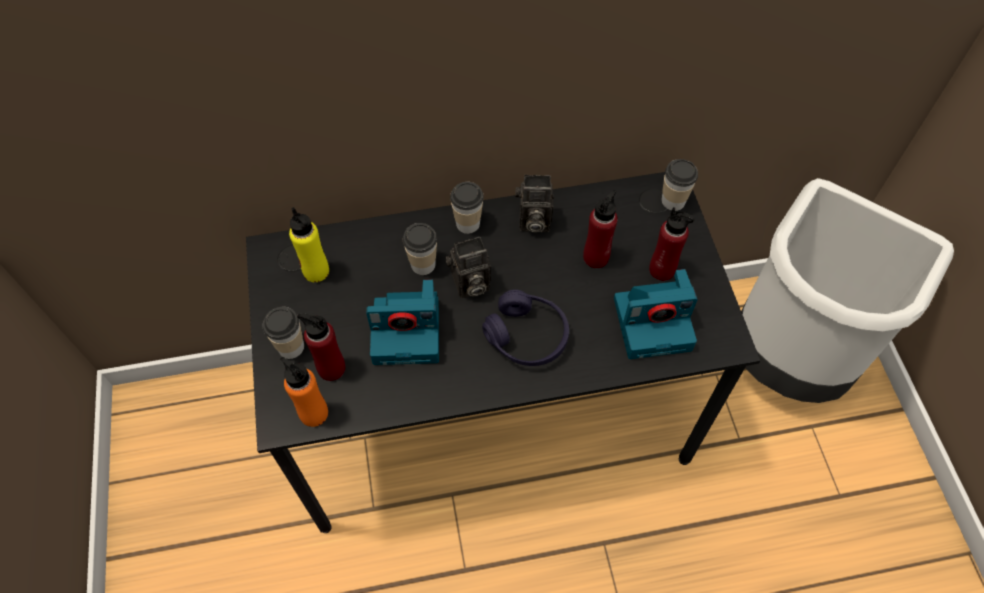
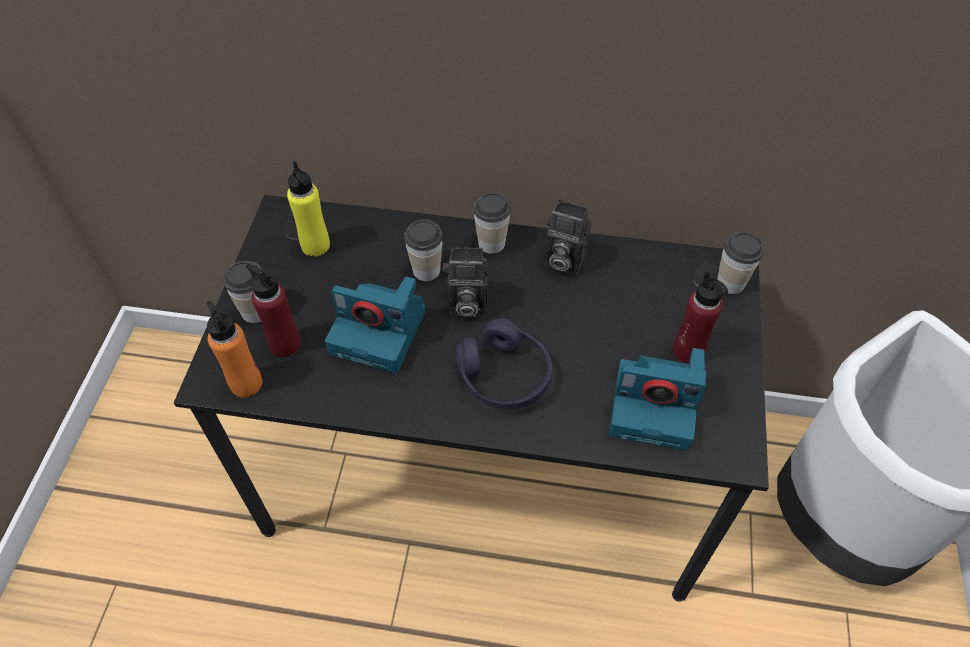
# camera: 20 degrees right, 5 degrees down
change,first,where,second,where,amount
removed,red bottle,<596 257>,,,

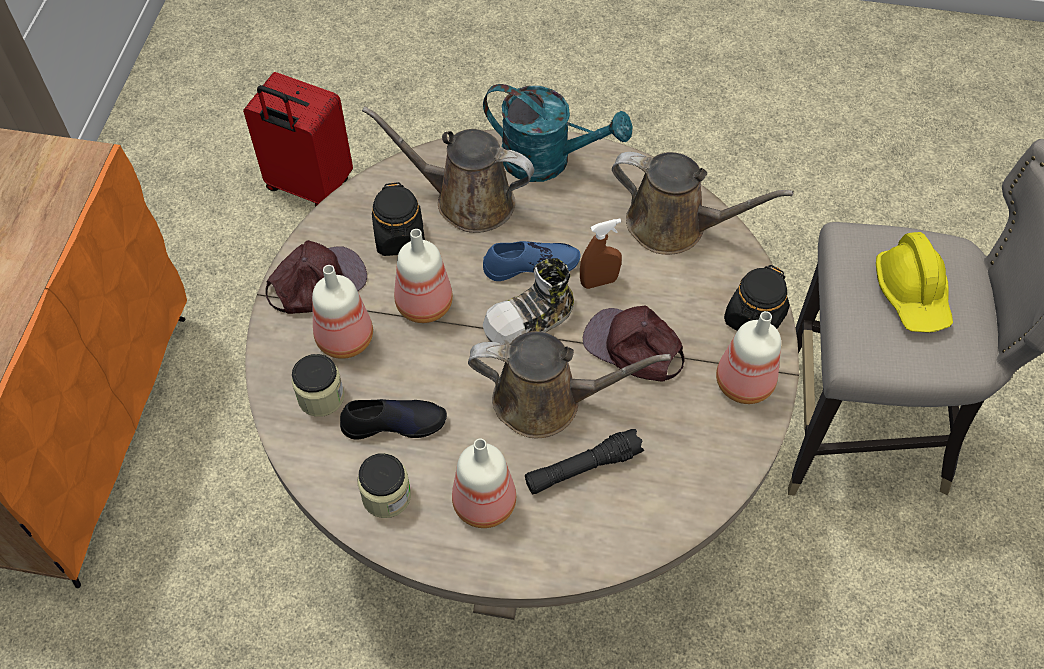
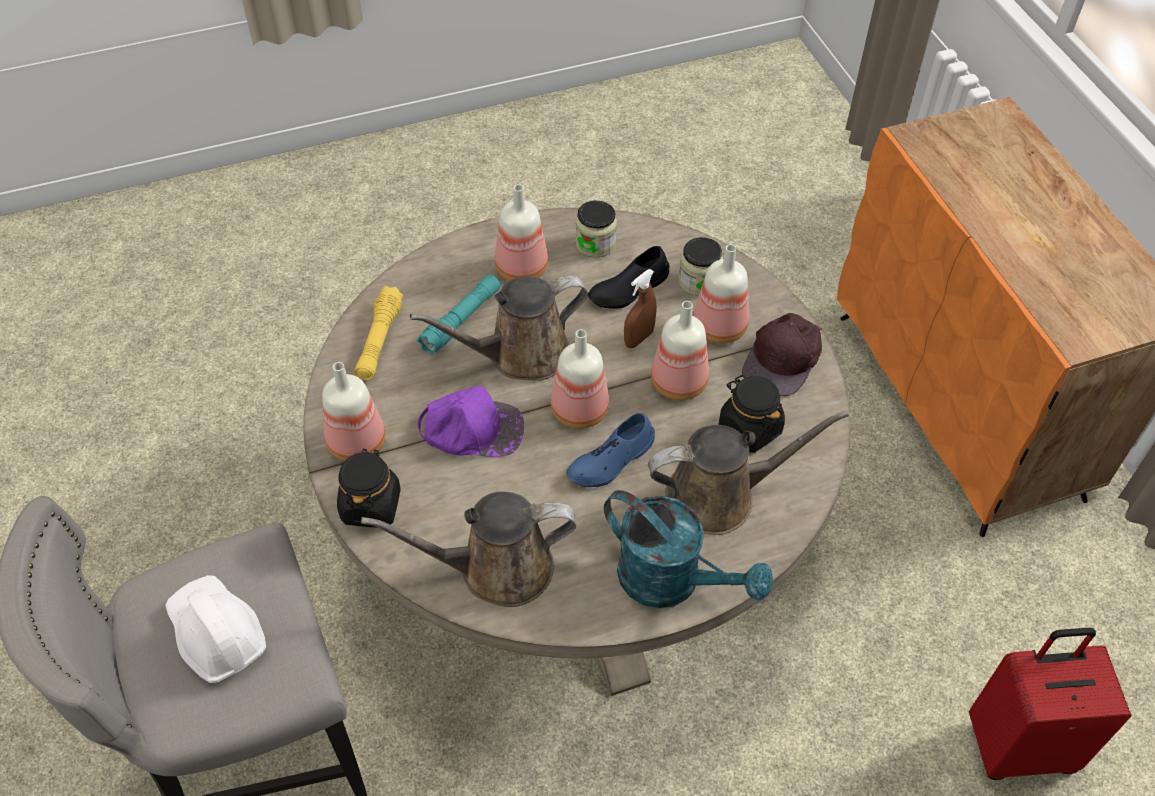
# camera: 150 degrees right, 5 degrees down
change,first,where,second,where,amount
replaced,shoe,<530 320>,bottle,<577 410>,
turned,turquoise watering can,<548 160>,,<672 581>,135 degrees counterclockwise
recoloured,black flashlight,<582 468>,turquoise flashlight,<461 320>,
moved,brown spray bottle,<599 281>,,<638 338>,
recoloured,brown cap,<633 347>,purple cap,<471 429>,
recoloured,yellow hard hat,<912 294>,white hard hat,<216 634>,
added,,,yellow flashlight,<379 341>,

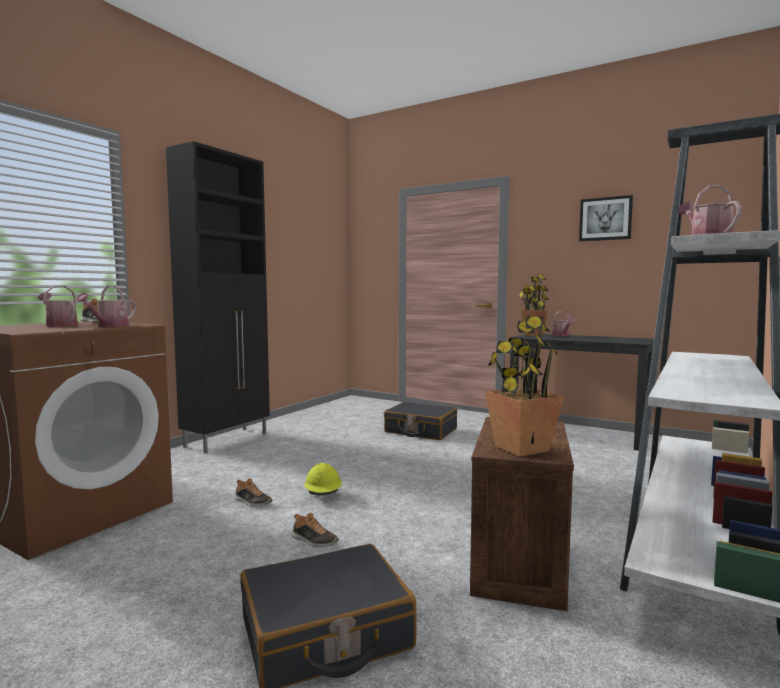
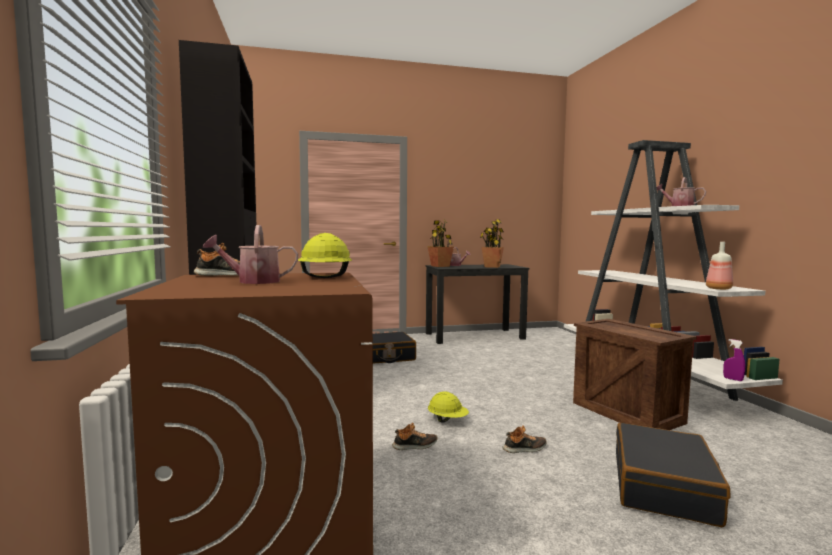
# camera: 45 degrees left, 0 degrees up
change,first,where,second,where,amount
replaced,watering can,<109 326>,yellow hard hat,<324 277>,
moved,potted plant,<521 448>,,<492 267>,
removed,picture,<605 219>,,,
added,,,bottle,<719 289>,
added,,,purple spray bottle,<733 379>,

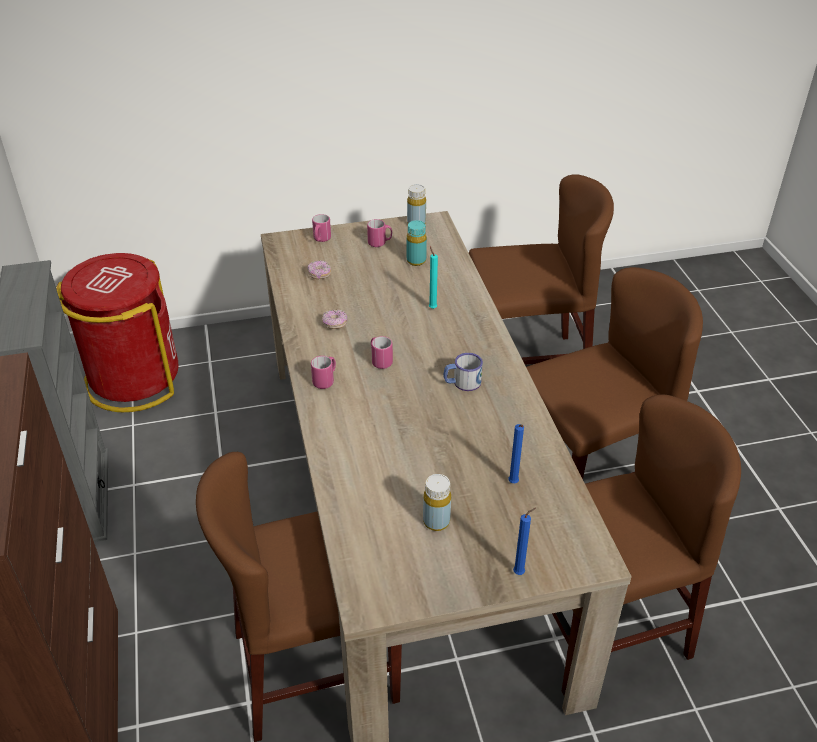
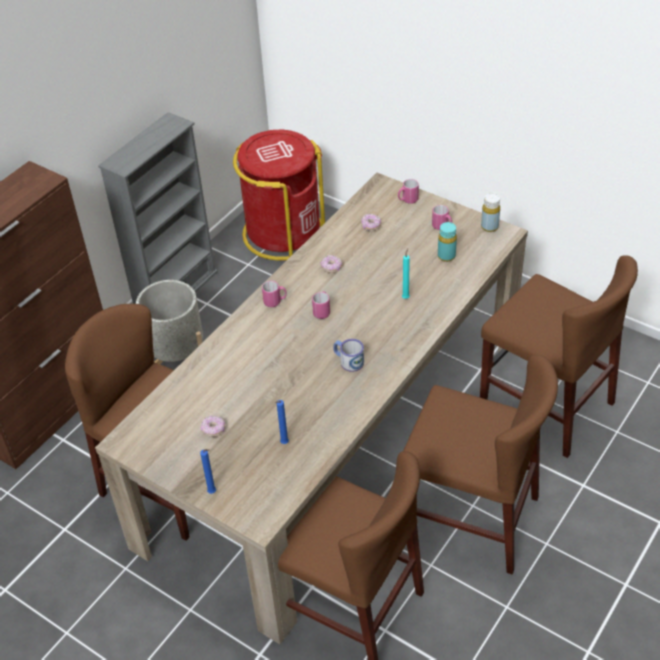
# camera: 50 degrees right, 5 degrees up
change,first,where,second,where,amount
replaced,yellow bottle,<436 522>,donut,<213 429>,
added,,,grey planter,<177 356>,

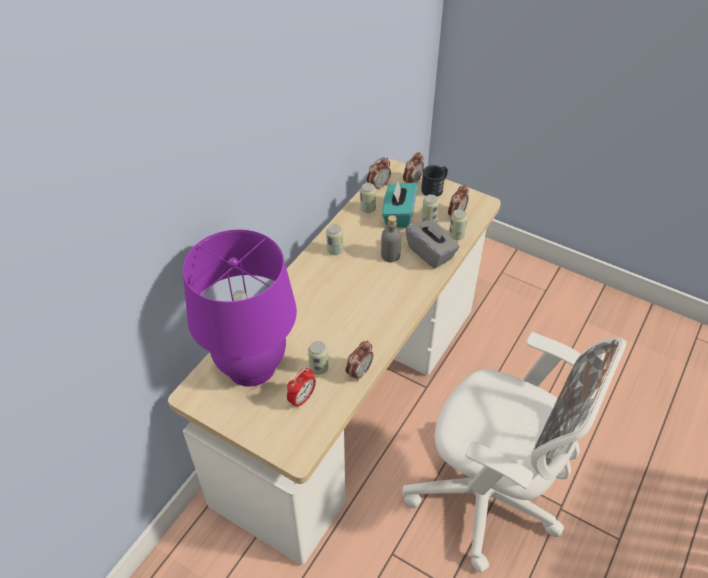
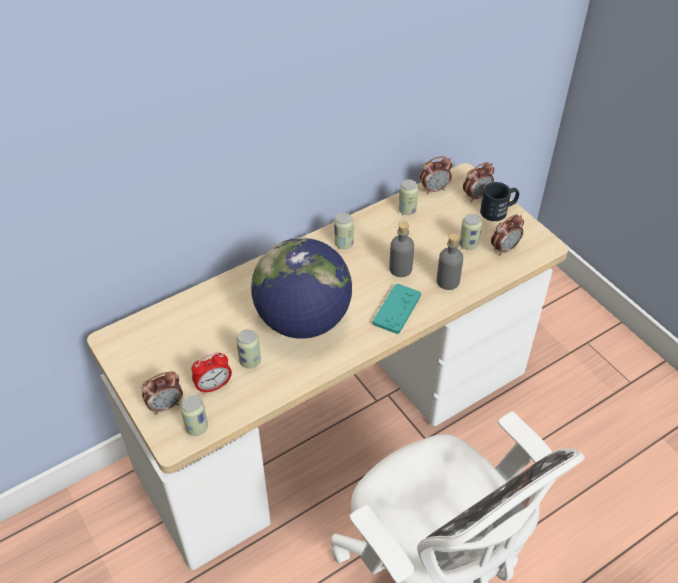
# camera: 25 degrees right, 0 degrees up
change,first,where,second,where,amount
removed,purple table lamp,<251 366>,,,
moved,alarm clock,<359 372>,,<166 405>,
removed,turquoise tissue box,<398 215>,,,
replaced,grey tissue box,<430 253>,grey bottle,<447 281>,
moved,can,<456 235>,,<197 427>,
added,,,globe,<303 320>,
added,,,turquoise game controller,<397 309>,

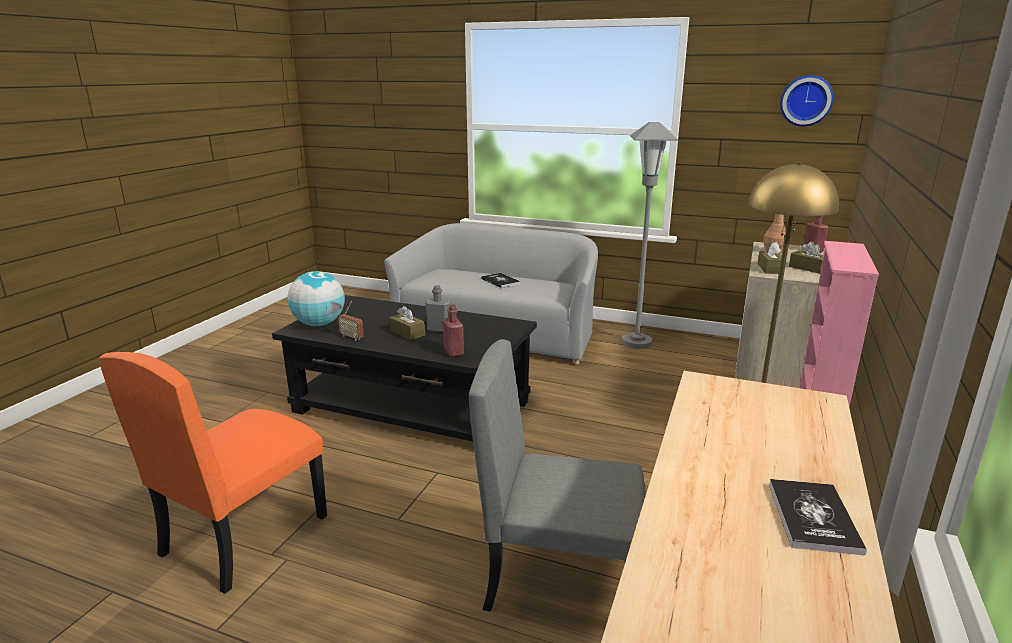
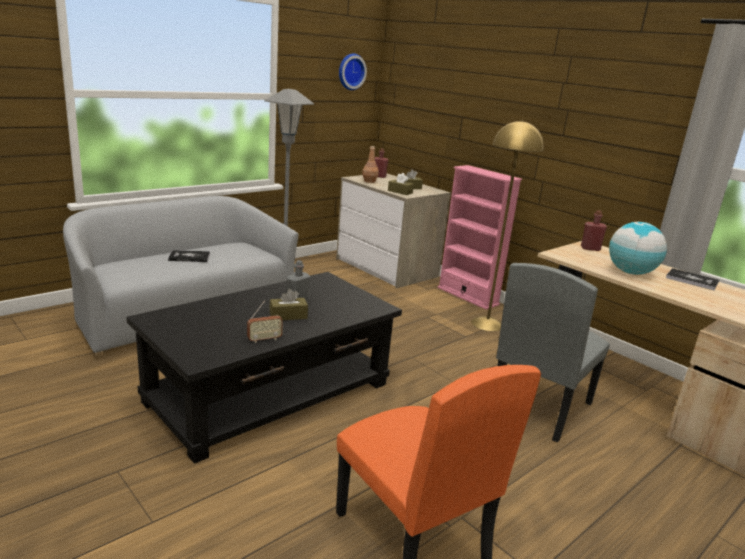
# camera: 65 degrees left, 0 degrees up
change,first,where,second,where,amount
moved,globe,<319 324>,,<630 272>,
moved,red bottle,<453 352>,,<590 248>,

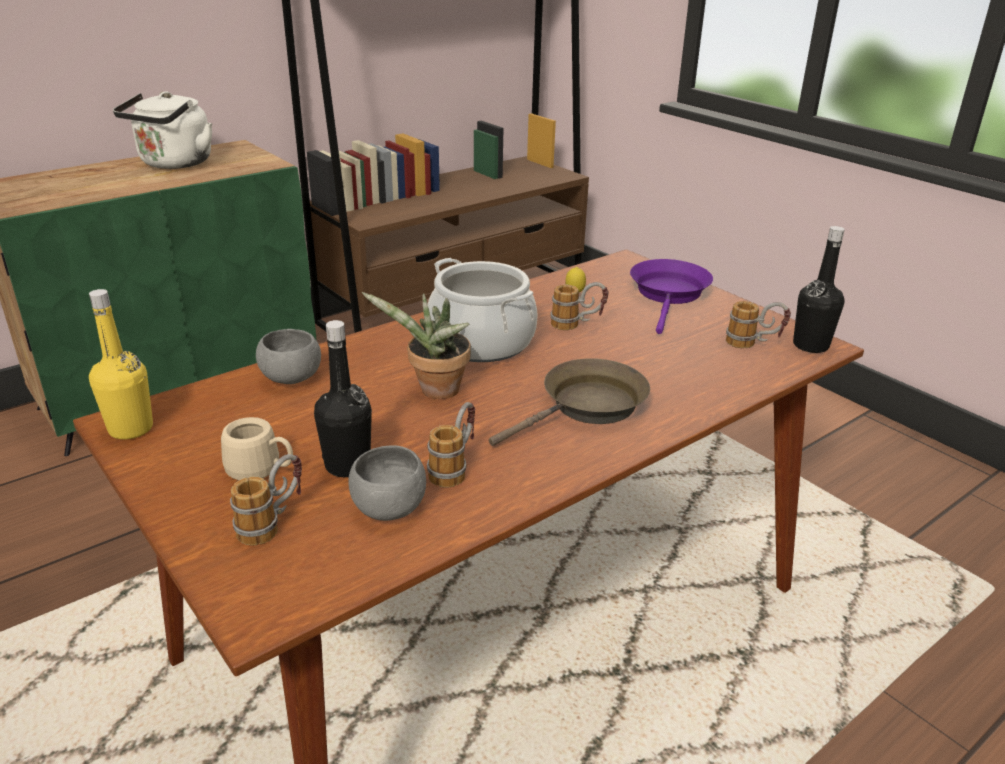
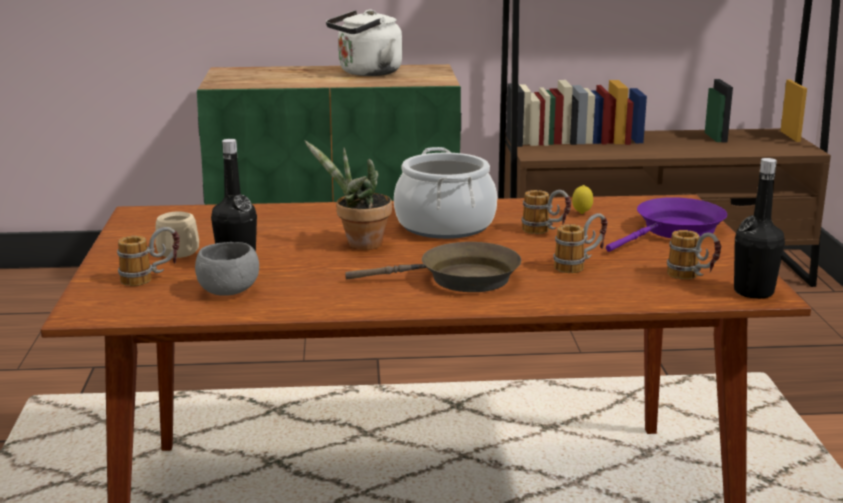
# camera: 35 degrees right, 10 degrees down
change,first,where,second,where,amount
removed,yellow bottle,<131 429>,,,
removed,grey bowl,<291 378>,,,
moved,mug,<455 467>,,<580 265>,

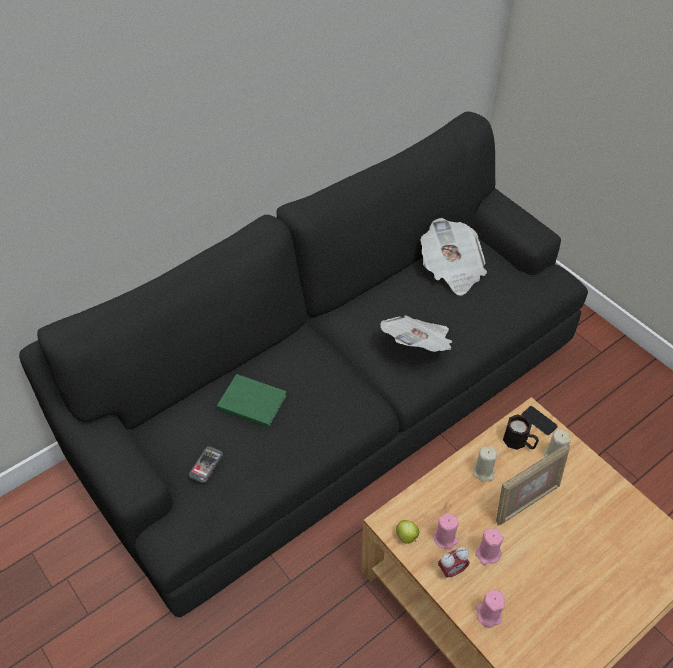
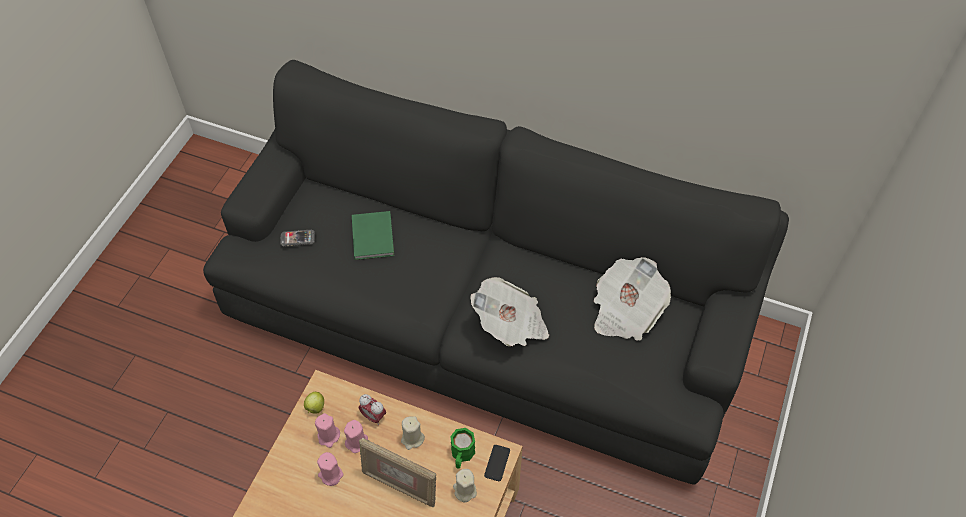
# camera: 60 degrees right, 5 degrees up
change,first,where,second,where,amount
moved,alarm clock,<451 570>,,<373 416>,
moved,pink candle,<488 614>,,<357 442>,
recoloured,black mug,<519 442>,green mug,<461 455>,

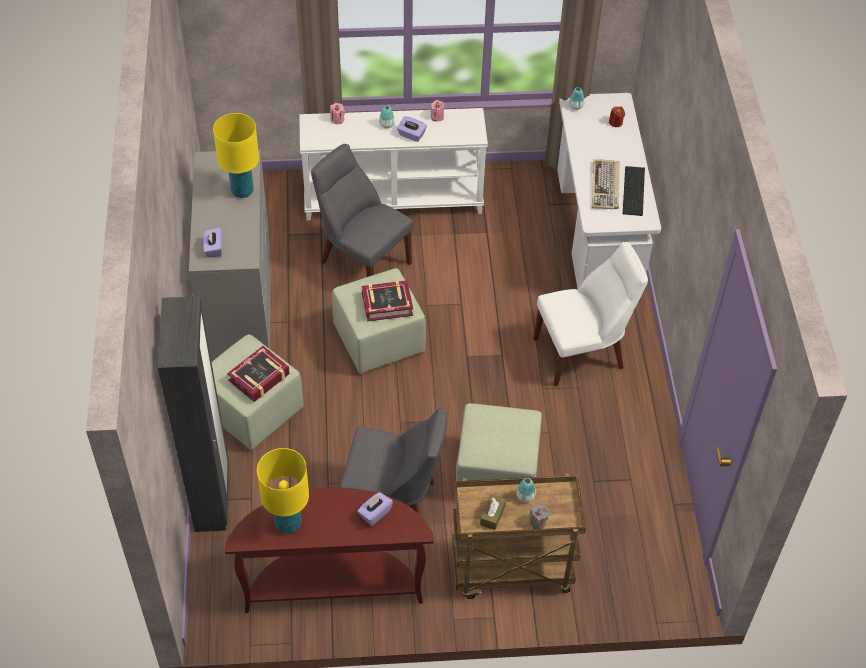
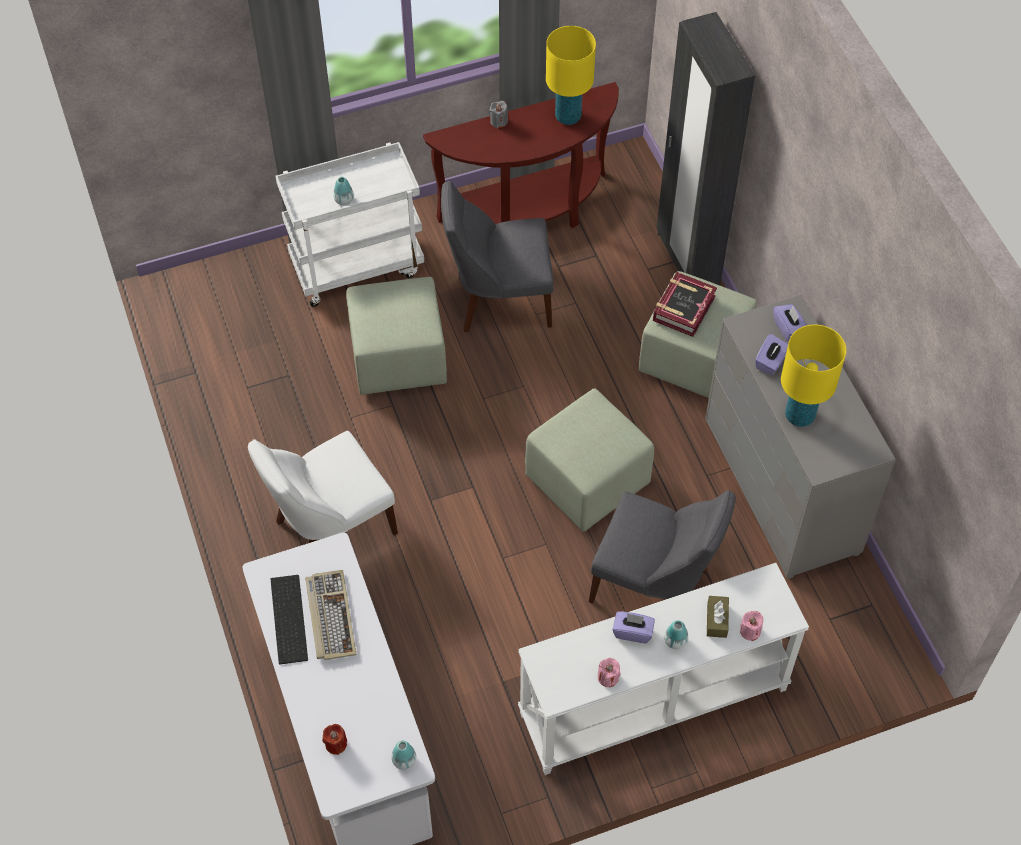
# camera: 165 degrees right, 5 degrees up
change,first,where,second,where,amount
moved,purple tissue box,<375 513>,,<770 362>,
removed,book,<387 304>,,,
recoloured,brown cart,<510 570>,white cart,<357 266>,
moved,brown tissue box,<492 515>,,<716 620>,
moved,grey candle,<537 522>,,<498 121>,

